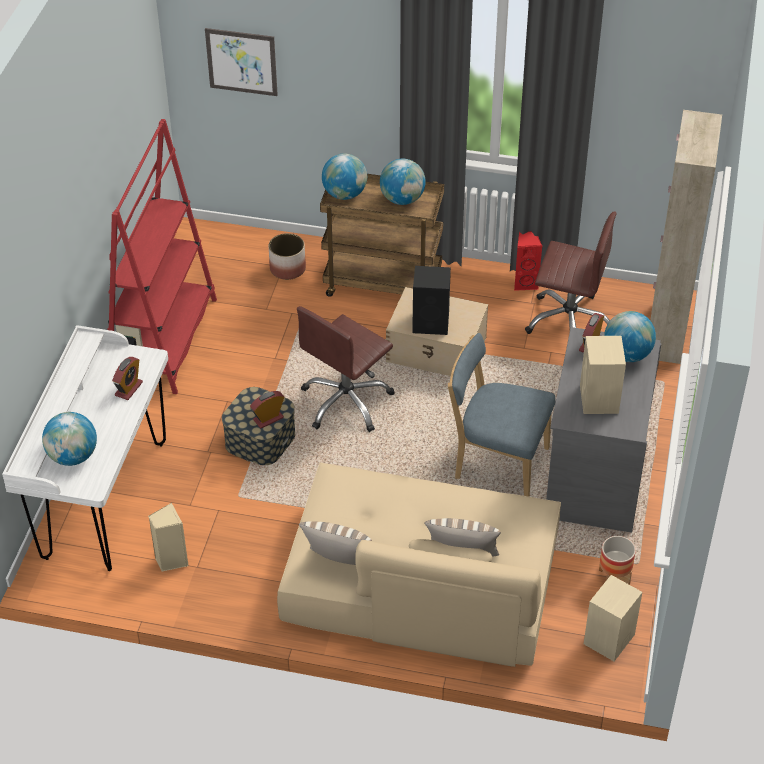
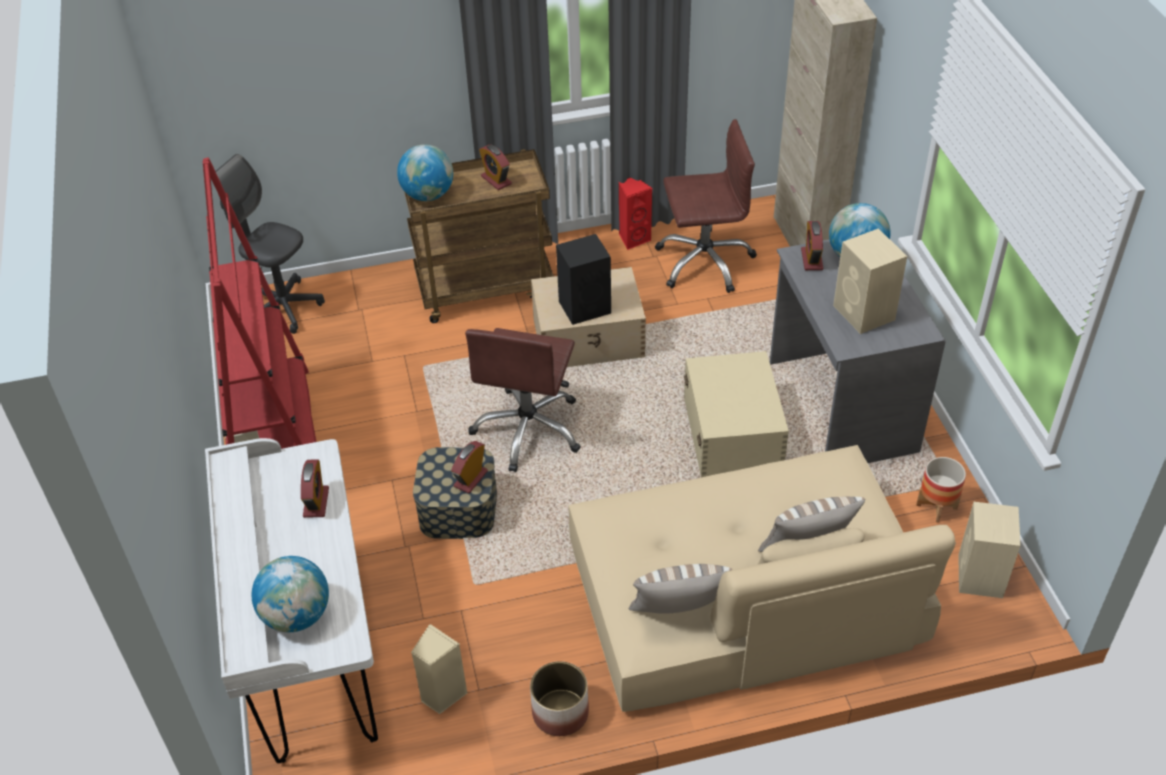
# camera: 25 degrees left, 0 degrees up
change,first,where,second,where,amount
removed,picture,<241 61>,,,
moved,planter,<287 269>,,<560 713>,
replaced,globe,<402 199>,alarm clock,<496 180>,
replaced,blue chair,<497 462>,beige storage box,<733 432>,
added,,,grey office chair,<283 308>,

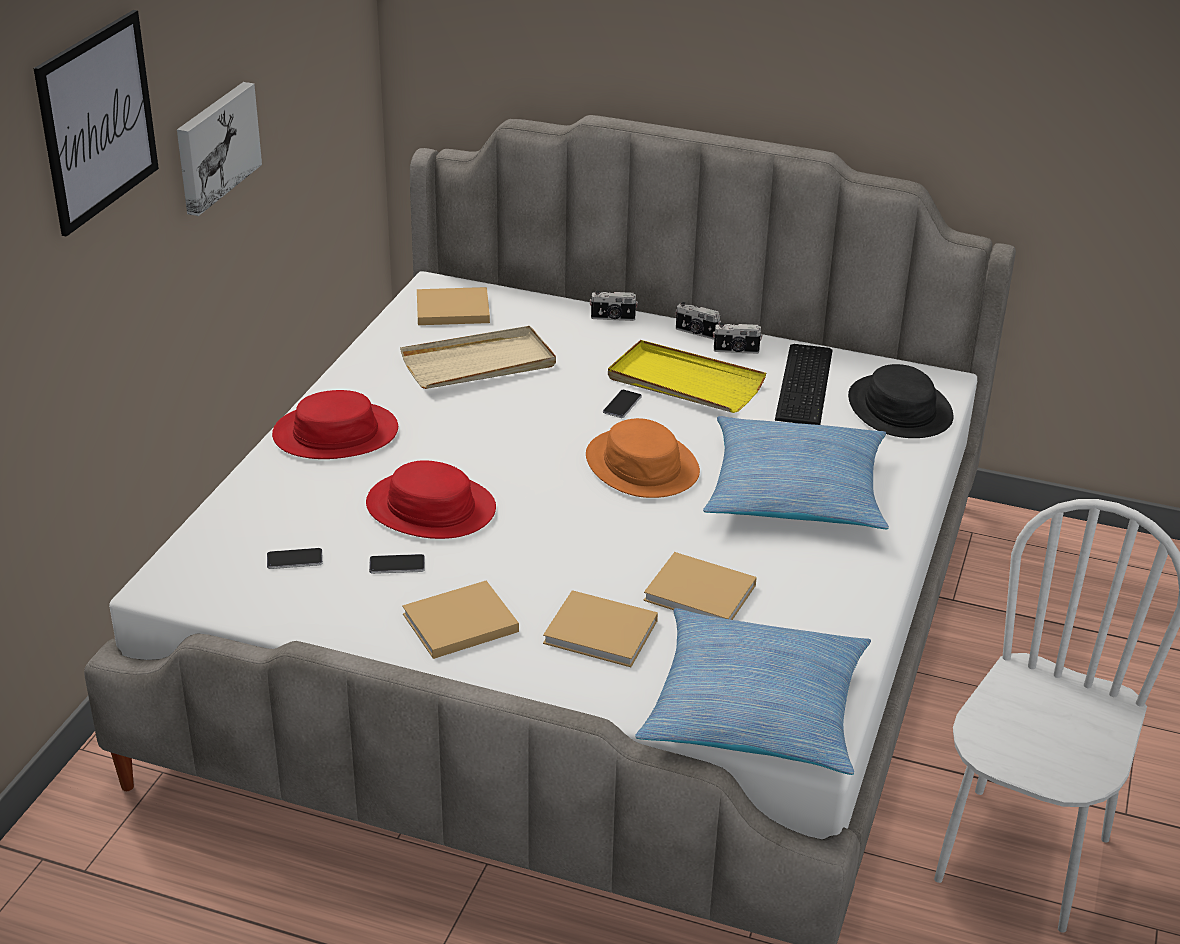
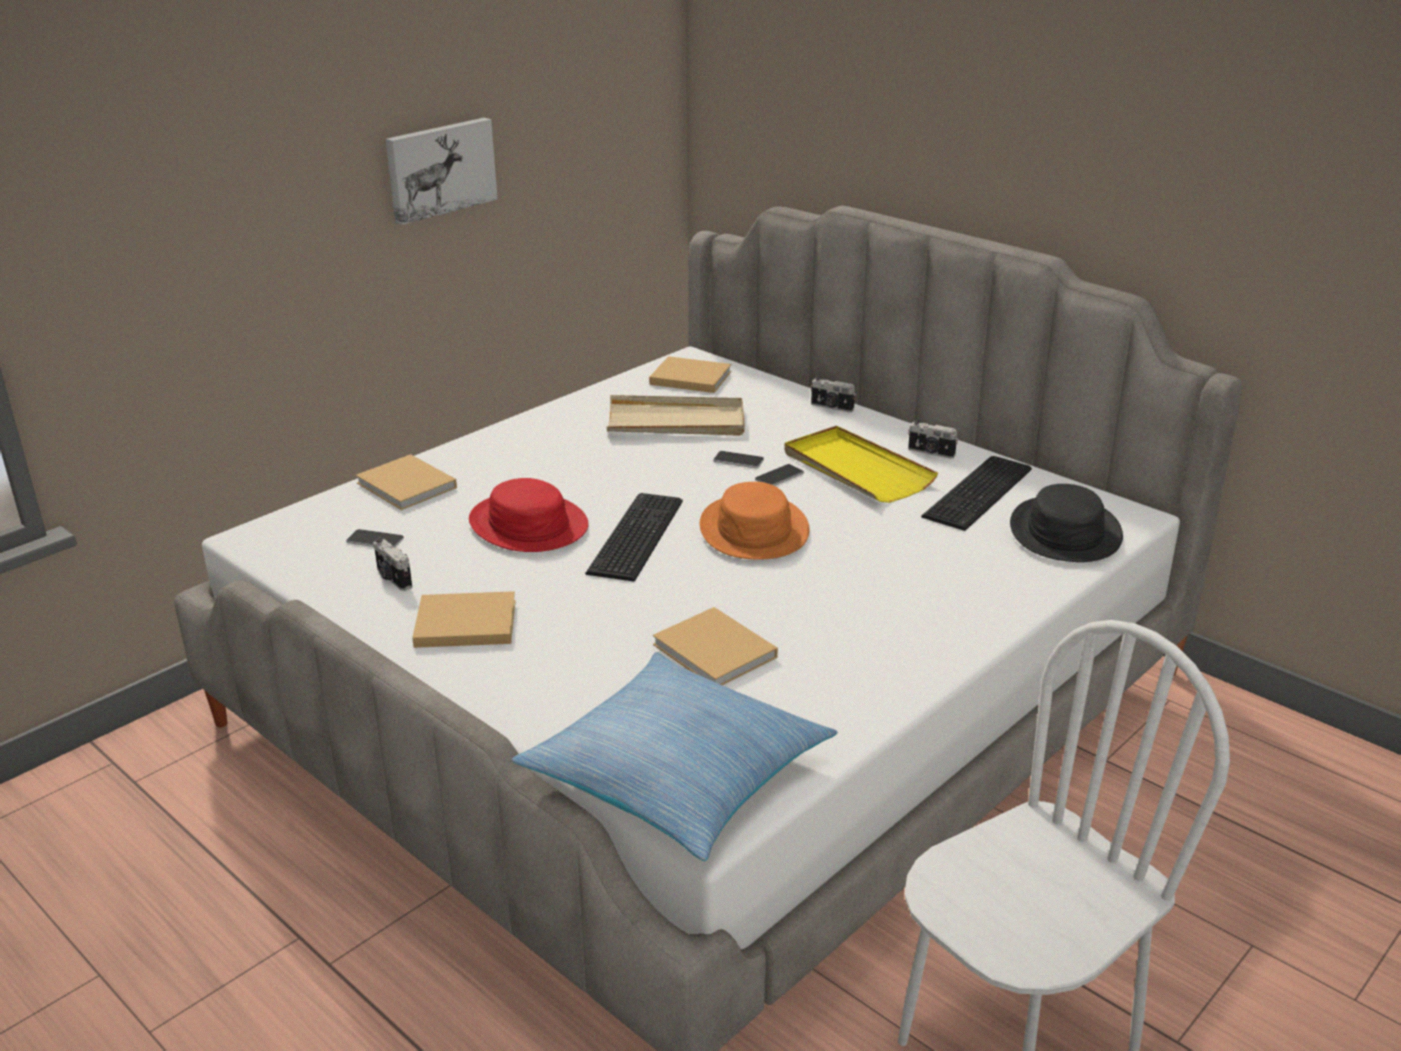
# camera: 25 degrees right, 5 degrees down
change,first,where,second,where,amount
removed,picture,<97 121>,,,
removed,red hat,<335 433>,,,
moved,phone,<397 565>,,<738 460>,
moved,beige book,<603 633>,,<408 486>,
moved,photo camera,<696 333>,,<392 579>,
removed,pillow,<795 492>,,,
added,,,keyboard,<632 537>,

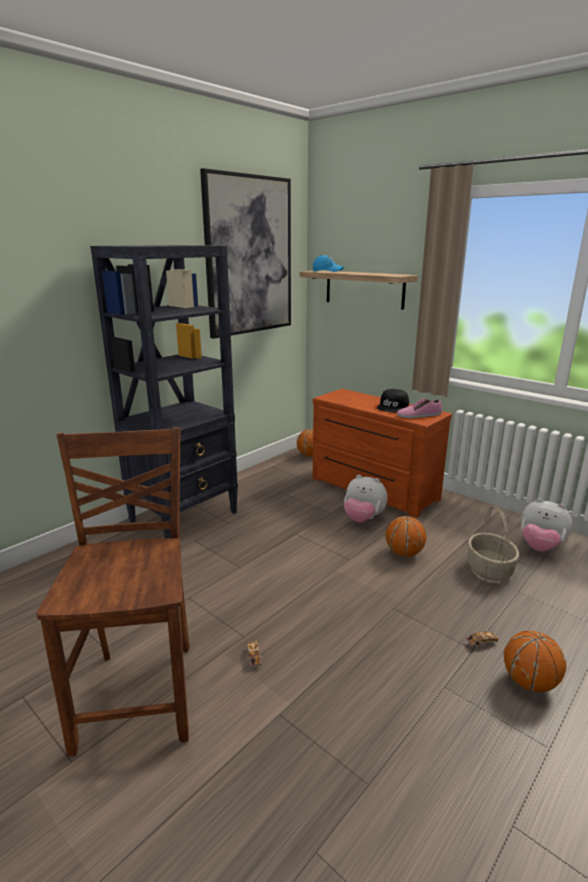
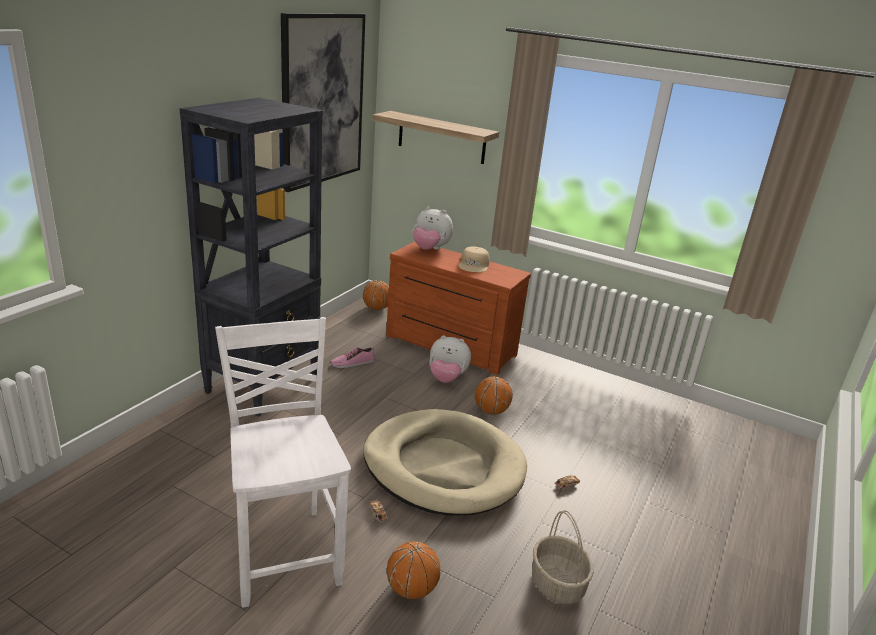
# camera: 15 degrees left, 5 degrees up
change,first,where,second,where,amount
recoloured,brown chair,<141 692>,white chair,<286 552>,
removed,blue cap,<327 271>,,,
recoloured,black cap,<393 407>,beige cap,<474 265>,
moved,shoe,<419 415>,,<352 362>,
moved,basket,<490 569>,,<558 584>,
moved,basketball,<529 682>,,<411 589>,
moved,plush toy,<540 547>,,<430 249>,
added,,,beige dog bed,<443 466>,

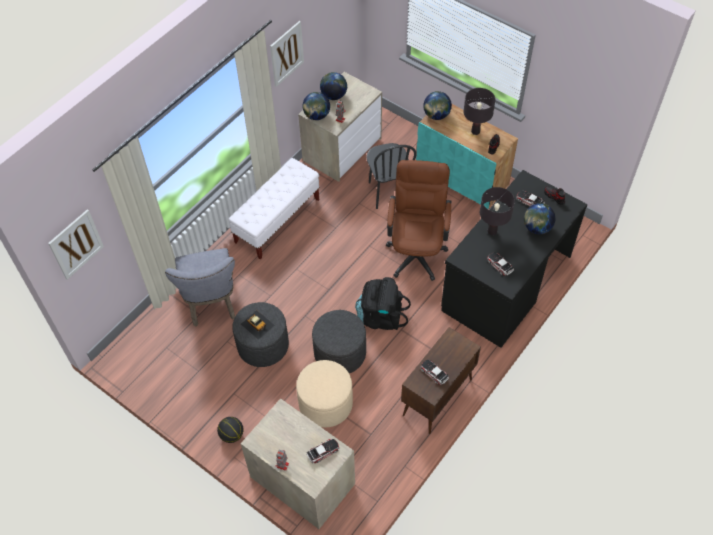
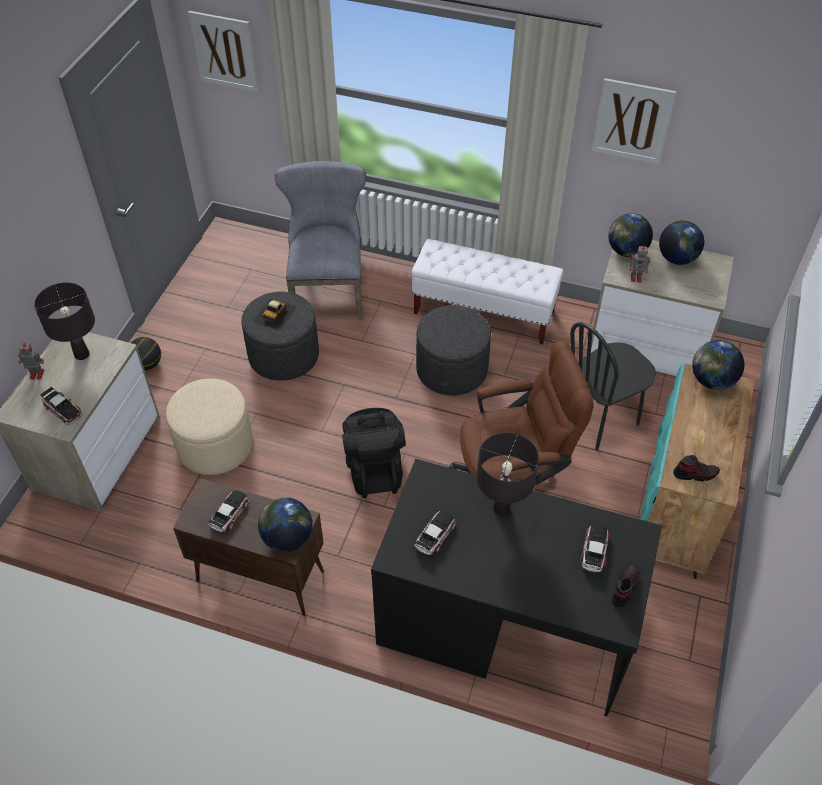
# camera: 70 degrees right, 5 degrees down
change,first,where,second,where,amount
turned,grey chair,<211 303>,,<328 289>,120 degrees clockwise
moved,grey ottoman,<340 353>,,<451 369>,
moved,black table lamp,<475 131>,,<82 354>,
moved,globe,<537 228>,,<288 538>,

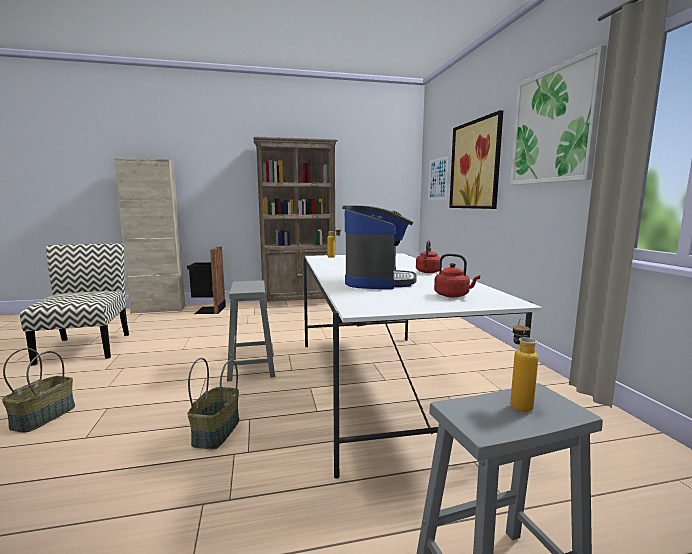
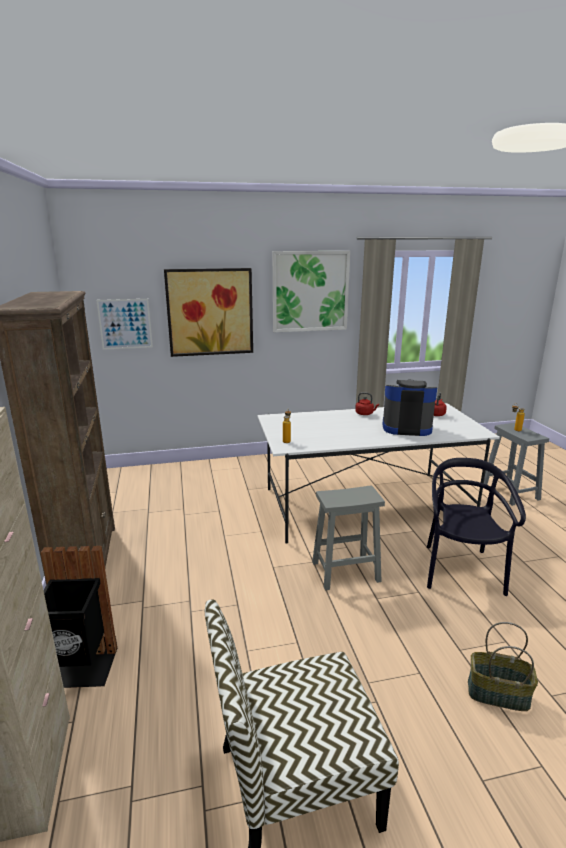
# camera: 90 degrees left, 10 degrees up
change,first,where,second,where,amount
replaced,basket,<217 432>,black chair,<460 570>,

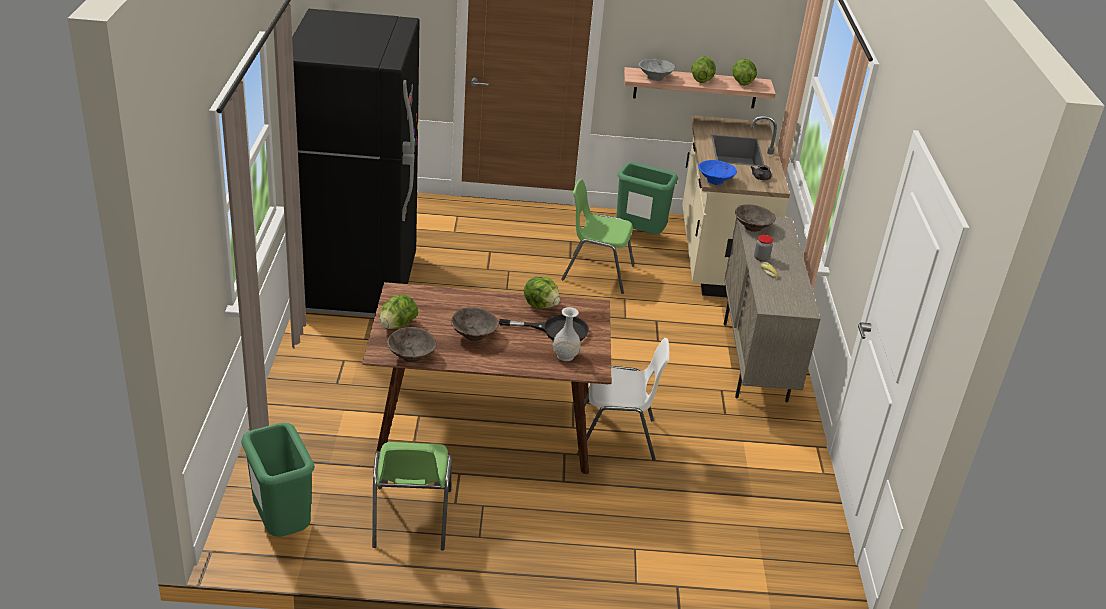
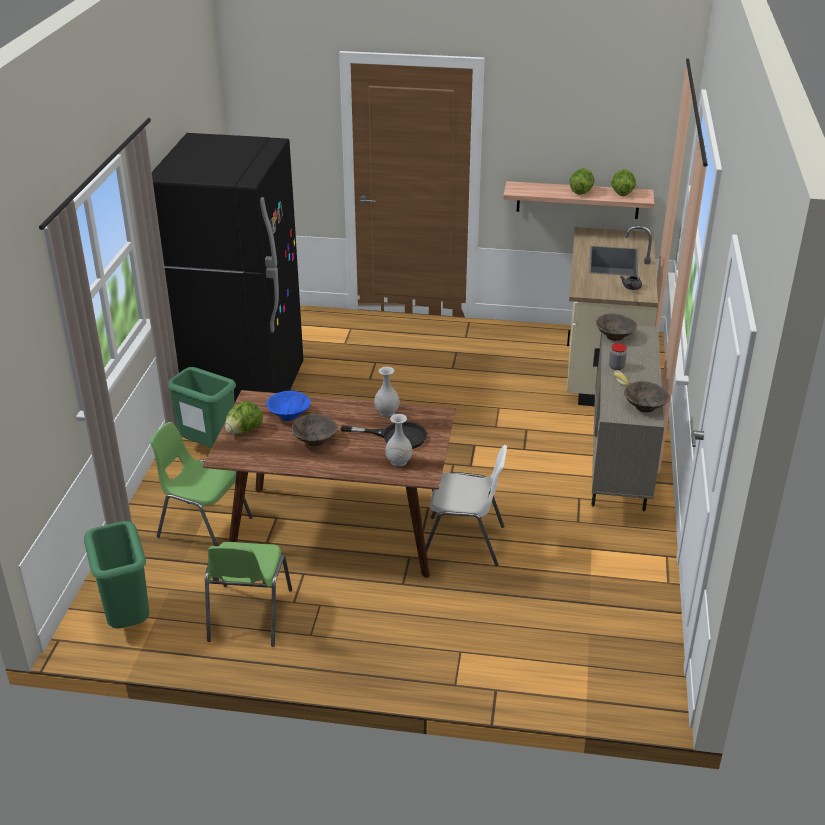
# camera: 10 degrees right, 0 degrees up
change,first,where,second,where,amount
moved,brown bowl,<411 355>,,<644 407>,
replaced,lettuce,<541 305>,white vase,<387 412>,
moved,green chair,<596 273>,,<203 527>,
moved,green trash can,<638 236>,,<208 449>,
removed,grey bowl,<656 77>,,,
moved,blue bowl,<715 181>,,<289 415>,

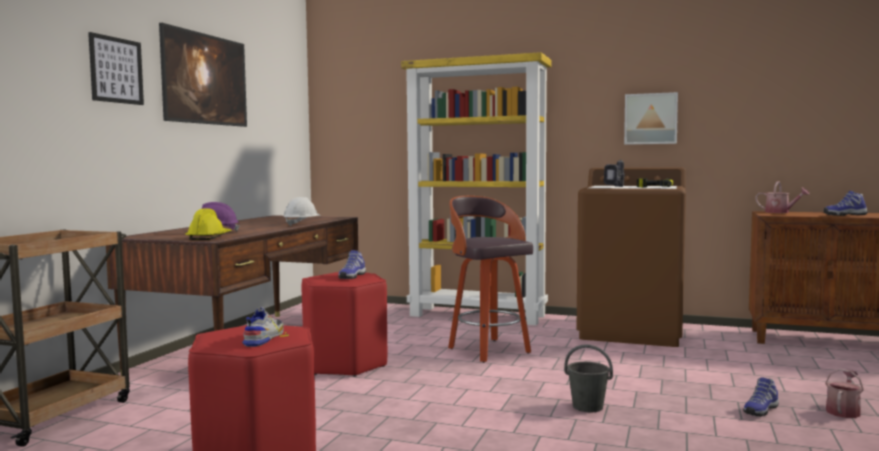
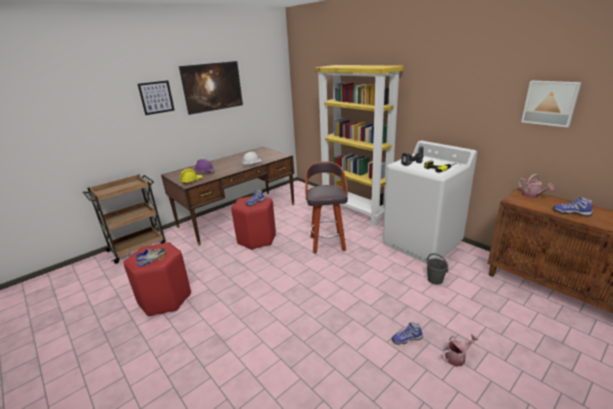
# camera: 30 degrees right, 20 degrees up
change,first,where,second,where,amount
moved,grey bucket,<588 407>,,<435 280>,
recoloured,brown washing machine,<632 331>,white washing machine,<422 243>,
moved,picture,<650 119>,,<550 103>,

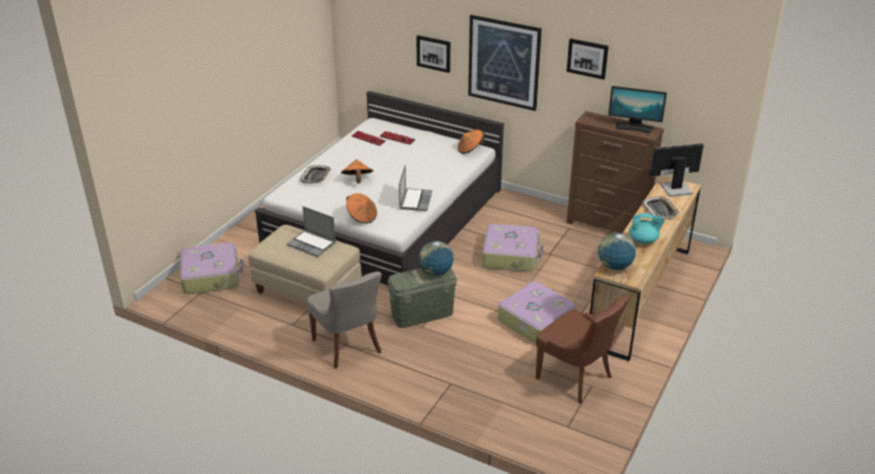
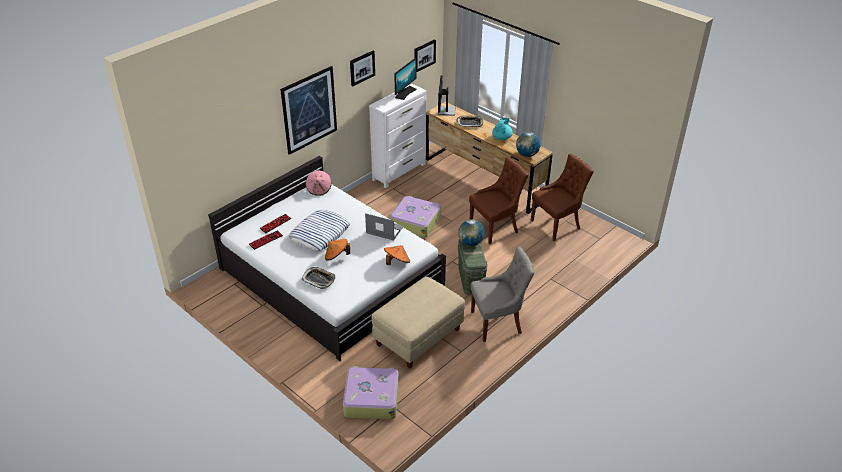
# camera: 75 degrees left, 5 degrees up
change,first,where,second,where,amount
removed,laptop,<312 244>,,,
moved,picture,<434 53>,,<424 55>,
recoloured,orange hat,<470 150>,pink hat,<319 189>,
replaced,suitcase,<535 320>,brown chair,<495 228>,
recoloured,brown dresser,<607 227>,white dresser,<399 172>,
added,,,pillow,<320 234>,

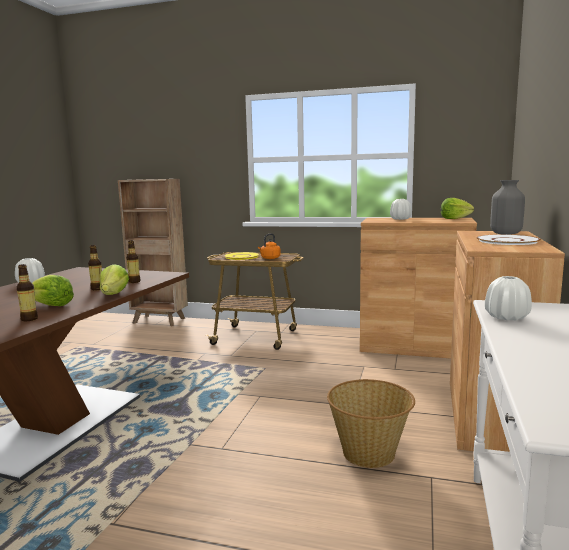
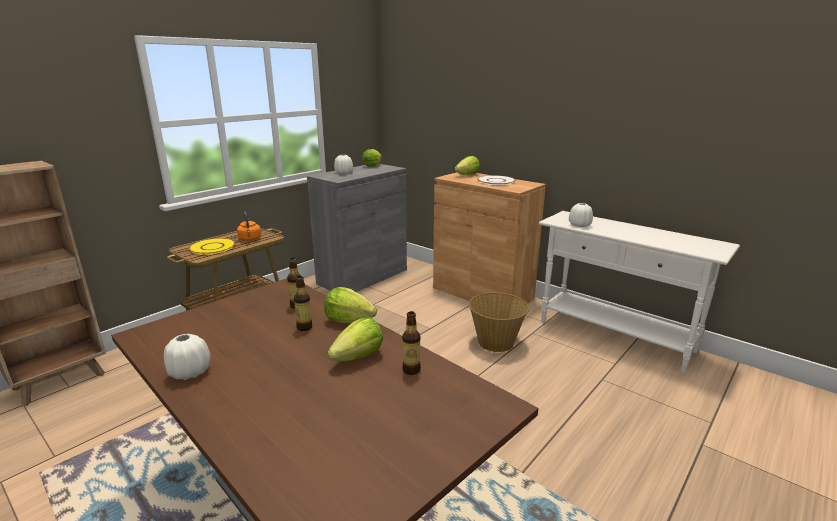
# camera: 65 degrees left, 10 degrees up
change,first,where,second,where,amount
recoloured,brown cabinet,<413 346>,grey cabinet,<363 276>,
replaced,grey vase,<506 233>,lettuce,<467 175>,

